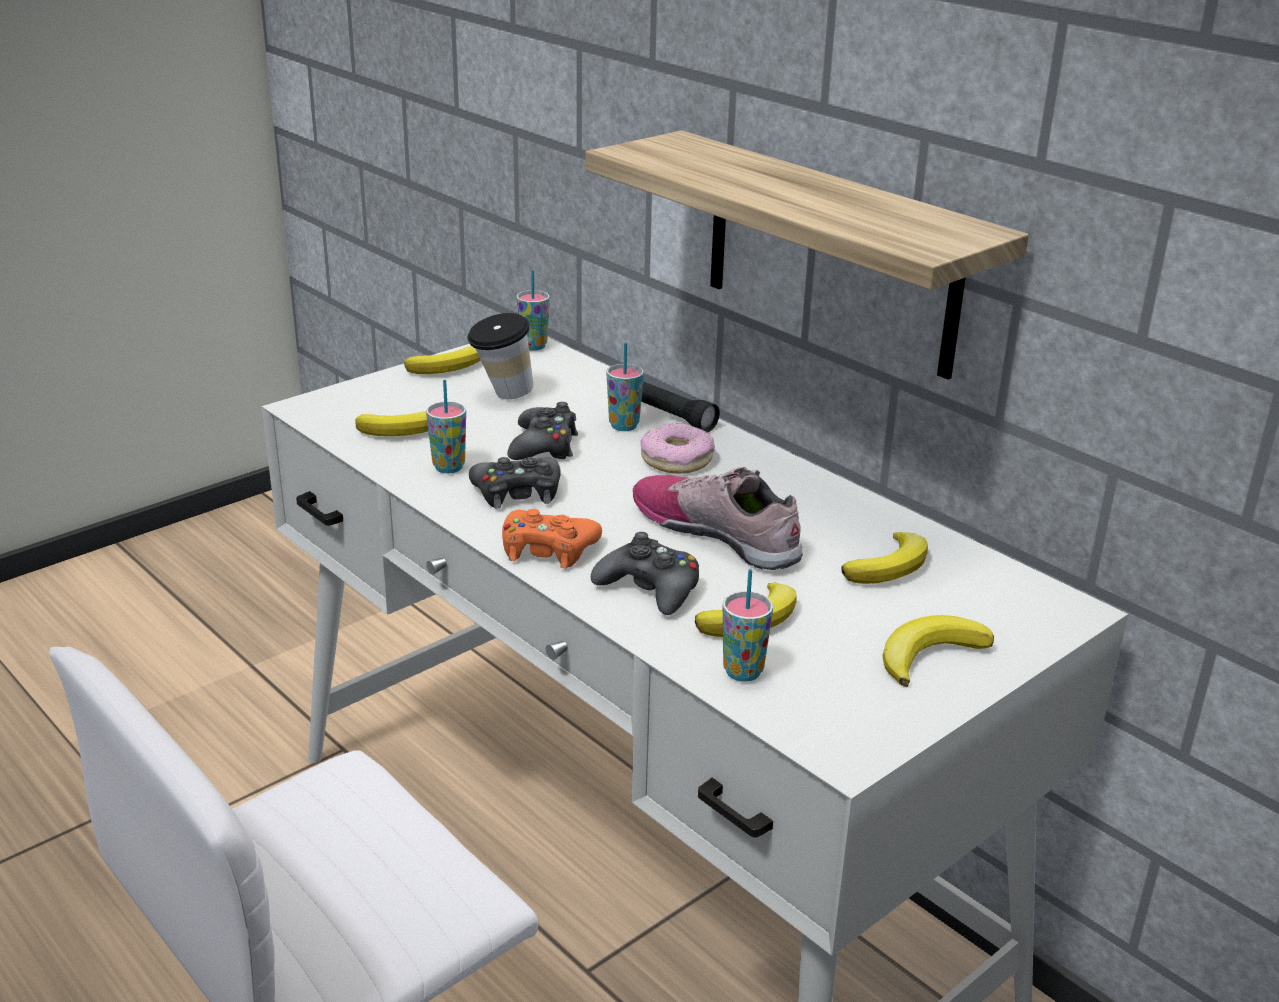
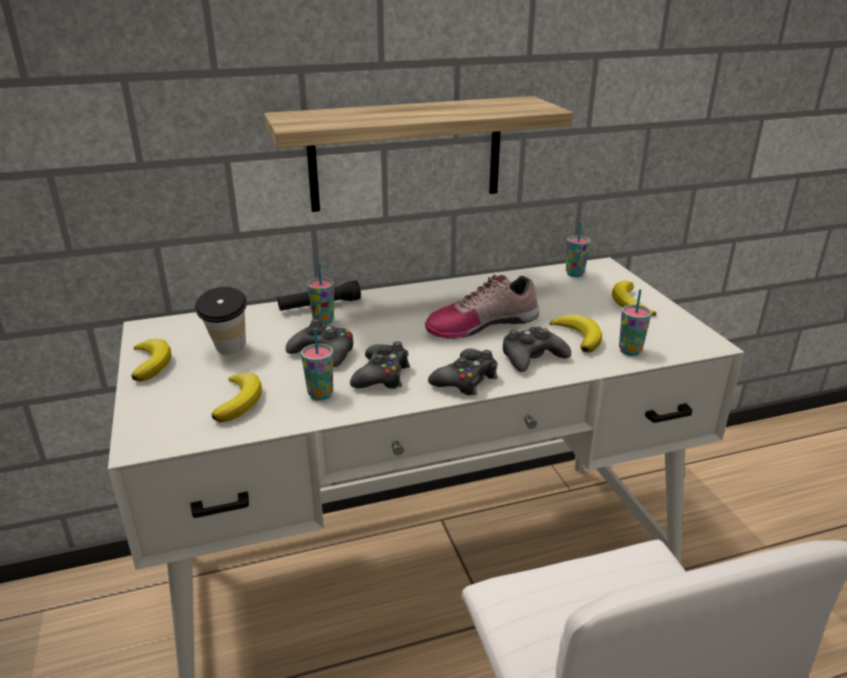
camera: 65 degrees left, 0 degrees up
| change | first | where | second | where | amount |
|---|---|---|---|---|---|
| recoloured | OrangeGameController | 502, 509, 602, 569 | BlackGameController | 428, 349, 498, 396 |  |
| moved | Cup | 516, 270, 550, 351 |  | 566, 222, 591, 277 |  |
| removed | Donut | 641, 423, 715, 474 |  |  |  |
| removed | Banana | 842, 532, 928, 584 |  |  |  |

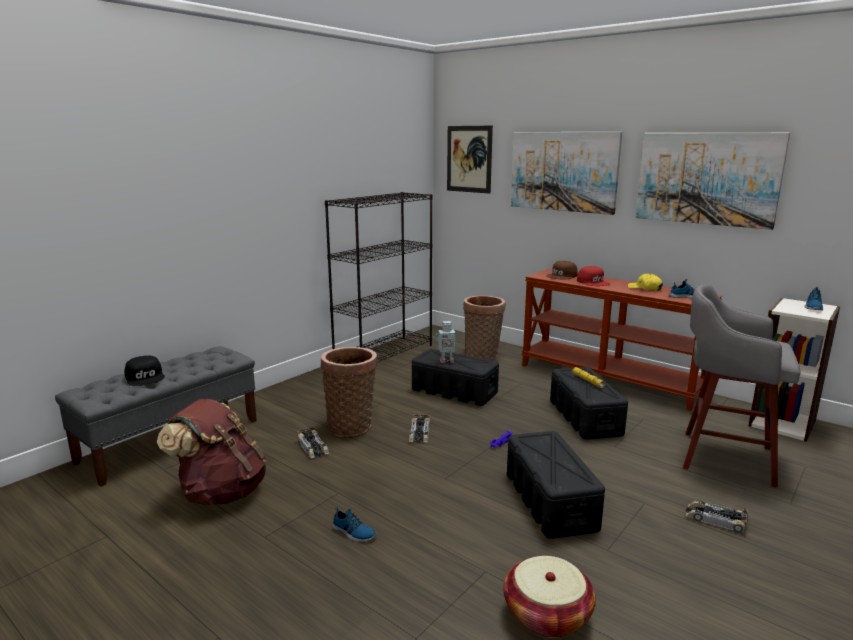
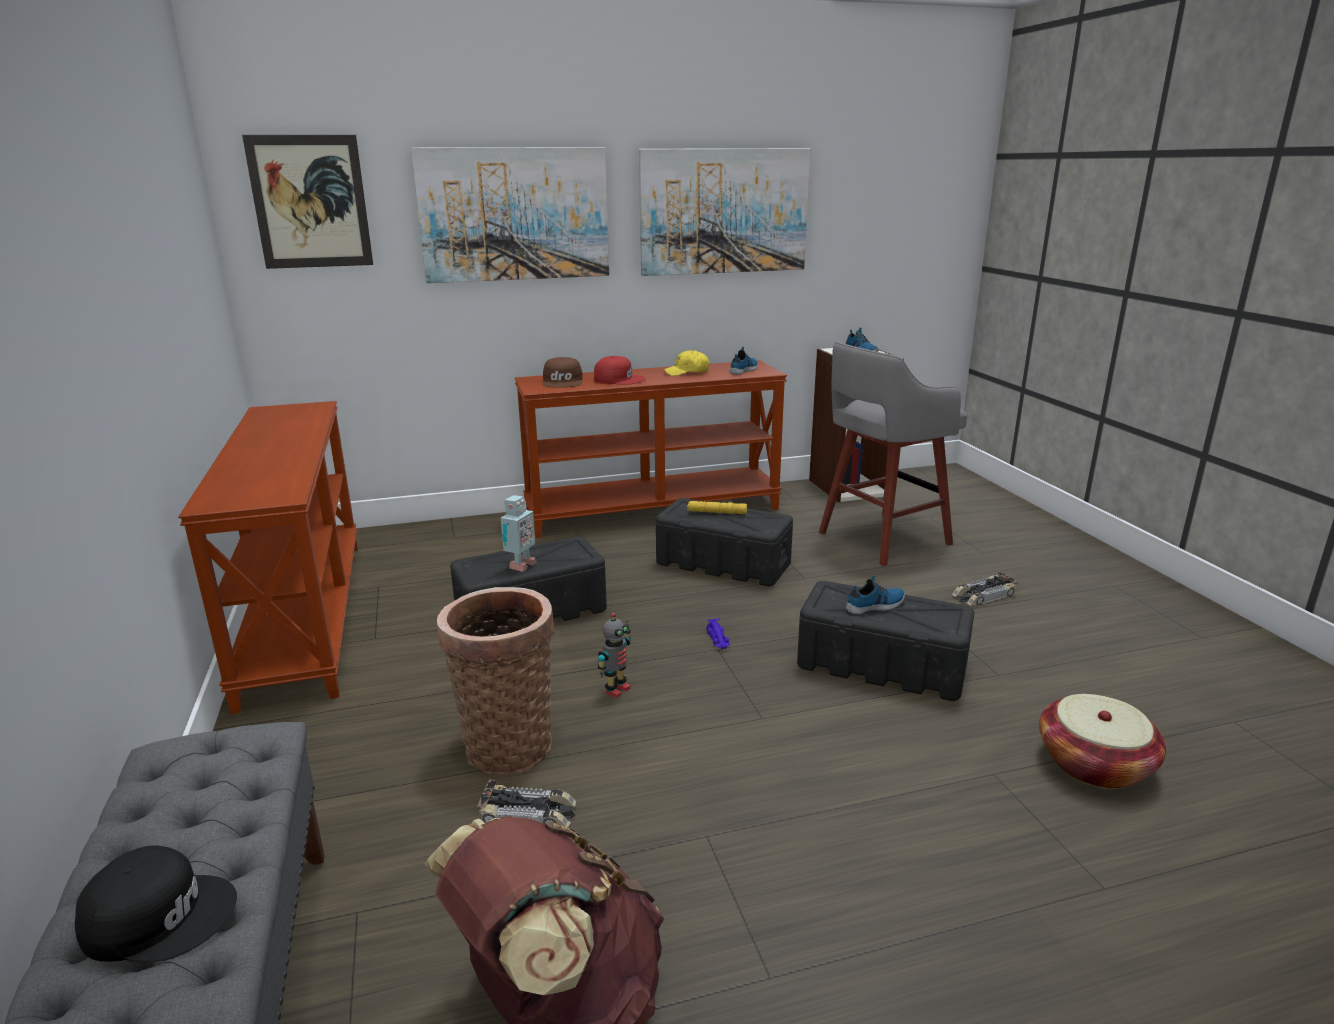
camera: 55 degrees left, 5 degrees up
| change | first | where | second | where | amount |
|---|---|---|---|---|---|
| replaced | BlackBookcase | 325, 192, 433, 362 | BrownConsoleTable | 178, 401, 358, 714 |  |
| moved | Shoe | 332, 507, 377, 542 |  | 846, 575, 905, 614 |  |
| replaced | ToyCar | 409, 415, 430, 444 | ToyRobot | 598, 613, 631, 698 |  |
| removed | Basket | 463, 295, 506, 359 |  |  |  |

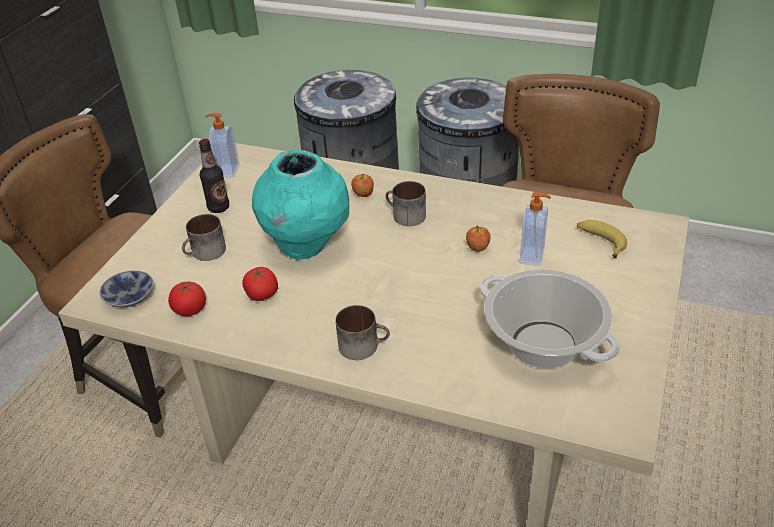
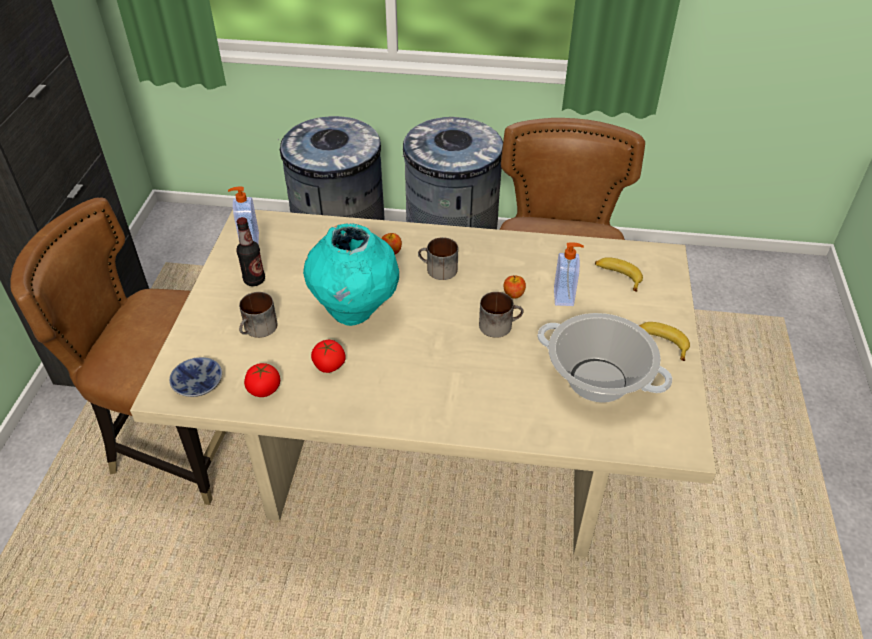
camera: 15 degrees left, 5 degrees up
| change | first | where | second | where | amount |
|---|---|---|---|---|---|
| moved | Mug | 335, 305, 390, 360 |  | 479, 292, 524, 338 |  |
| added |  |  | Banana | 639, 322, 690, 361 |  |

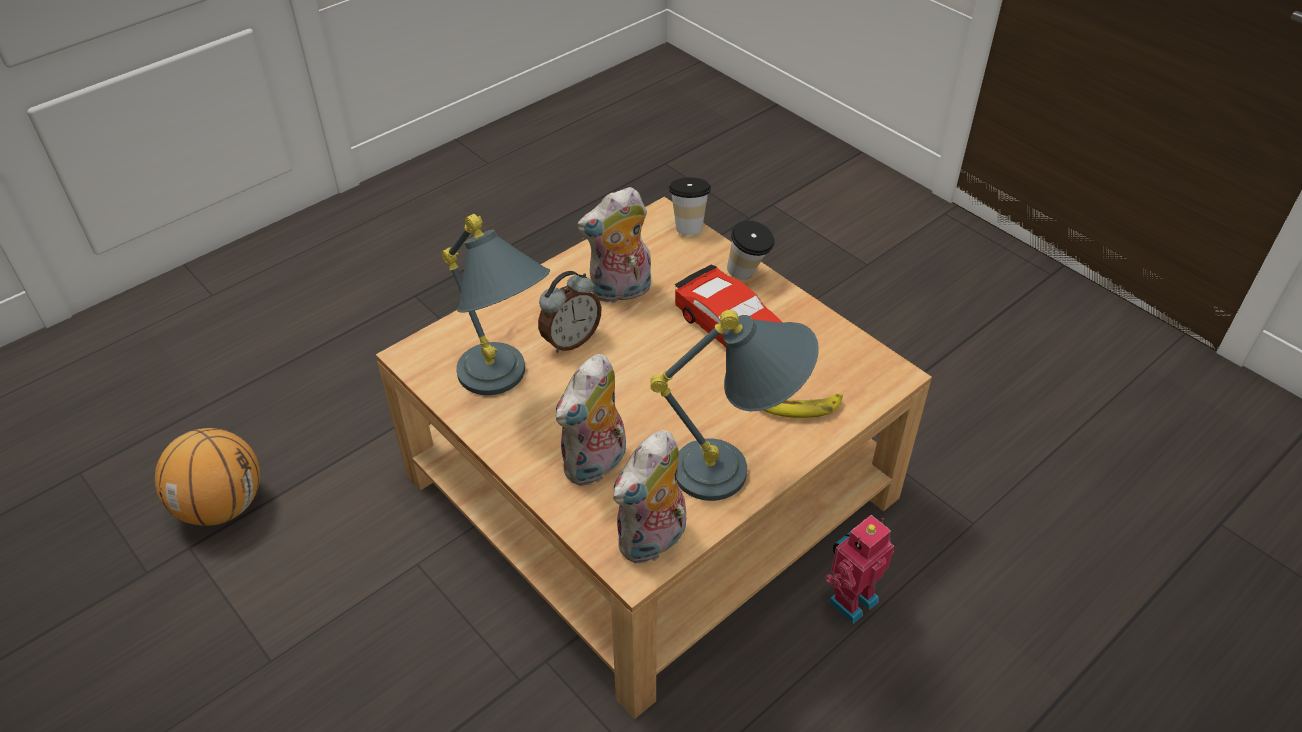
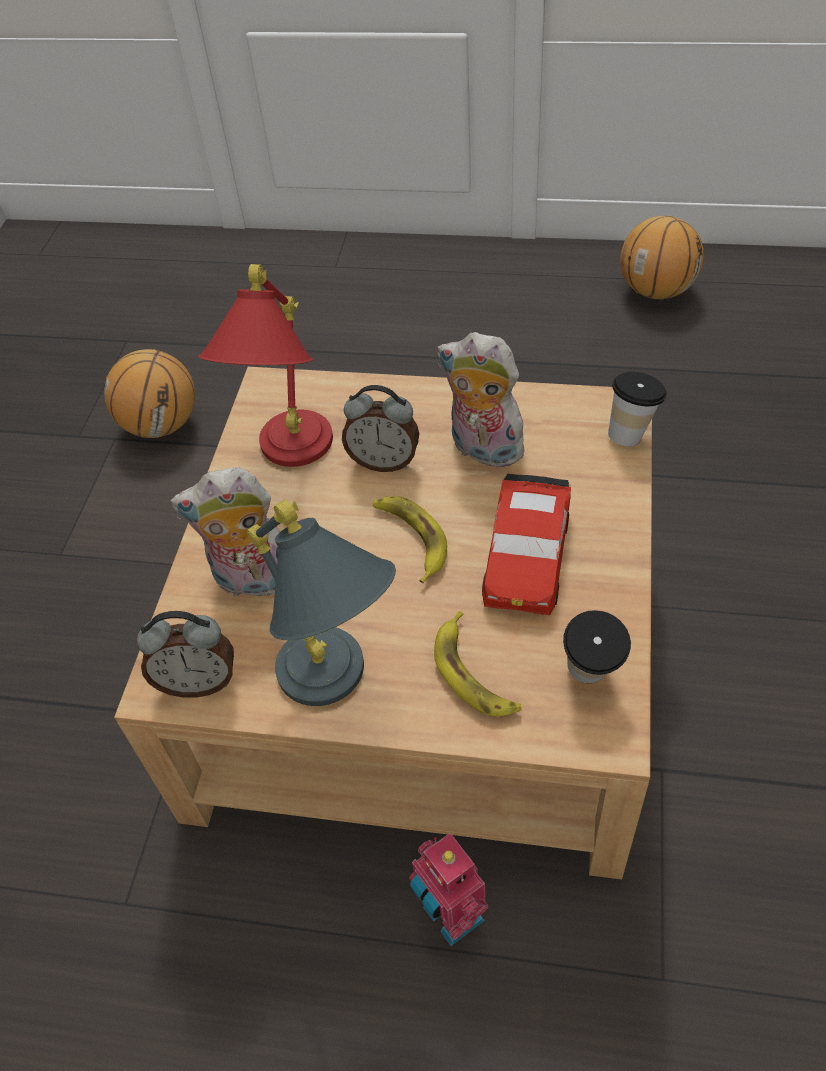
camera: 55 degrees right, 5 degrees up
| change | first | where | second | where | amount |
|---|---|---|---|---|---|
| recoloured | GreyTableLamp | 441, 214, 550, 395 | RedTableLamp | 198, 264, 333, 467 |  |
| replaced | PlushToy | 613, 430, 686, 564 | AlarmClock | 137, 611, 234, 698 |  |
| moved | Cup | 727, 221, 775, 280 |  | 563, 610, 631, 683 |  |
| turned | ToyRobot | 824, 515, 894, 624 |  | 409, 833, 488, 946 | 135 degrees counterclockwise |
| added |  |  | Banana | 373, 496, 447, 583 |  |
| added |  |  | Basketball | 620, 216, 704, 299 |  |

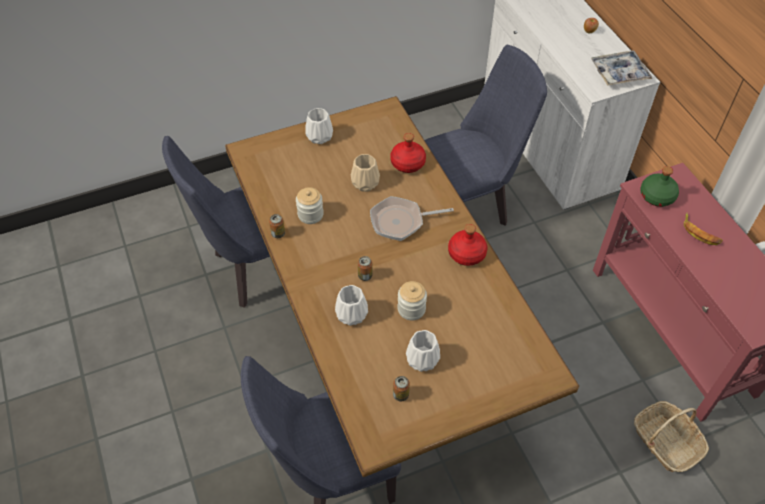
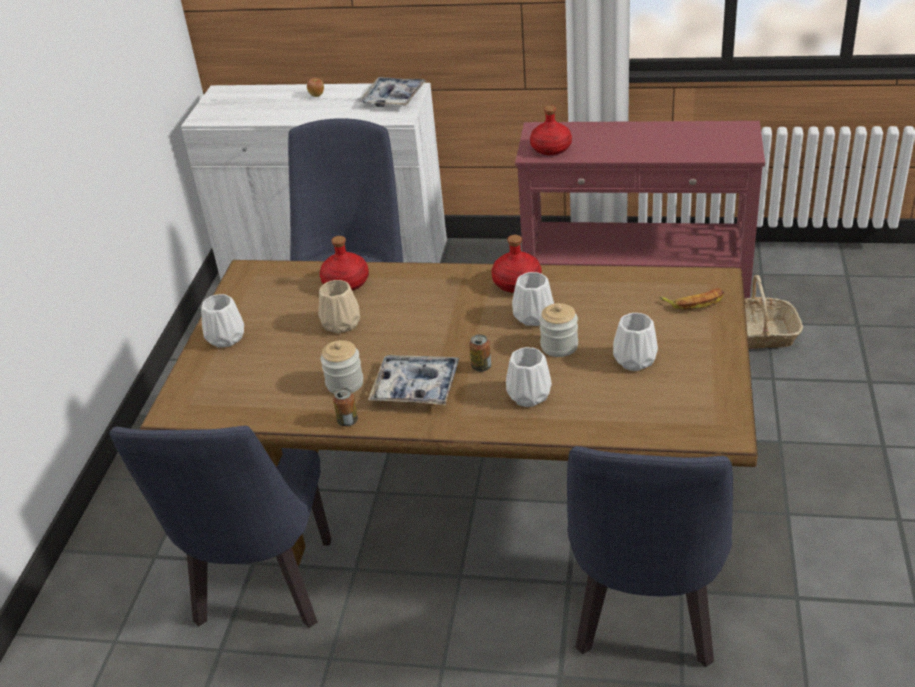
camera: 55 degrees left, 15 degrees down
| change | first | where | second | where | amount |
|---|---|---|---|---|---|
| removed | FryingPan | 370, 196, 454, 241 |  |  |  |
| removed | Can | 393, 376, 410, 401 |  |  |  |
| recoloured | GreenBottle | 640, 166, 679, 207 | RedBottle | 530, 106, 572, 155 |  |
| moved | Banana | 684, 212, 723, 245 |  | 659, 288, 725, 310 |  |
| added |  |  | Tray | 368, 355, 459, 405 |  |
| added |  |  | WhiteVase | 512, 272, 554, 326 |  |

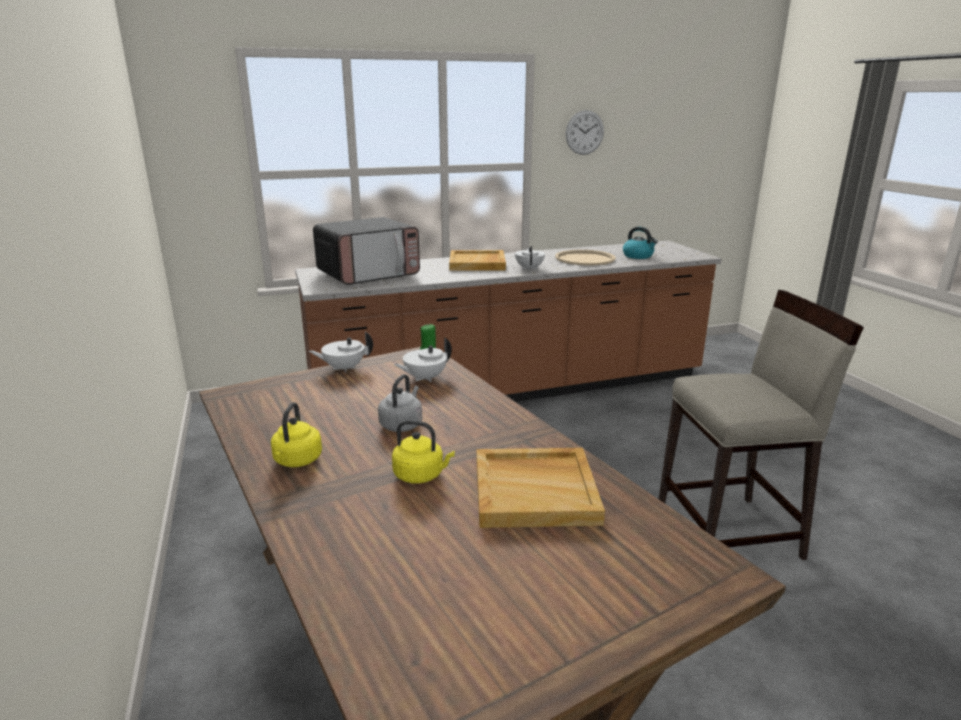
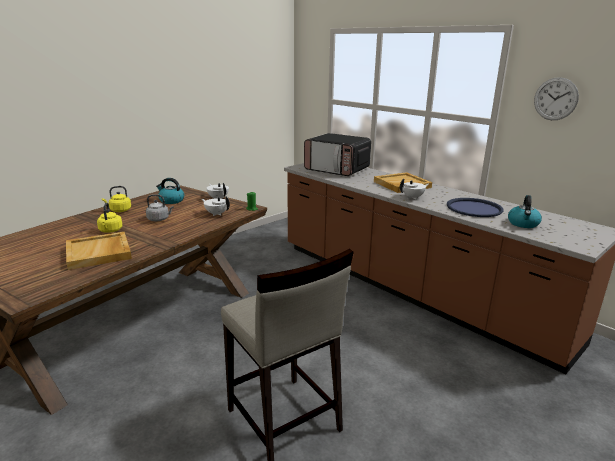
camera: 65 degrees right, 0 degrees up
| change | first | where | second | where | amount |
|---|---|---|---|---|---|
| recoloured | BeigeTray | 555, 250, 616, 265 | BlueTray | 447, 198, 504, 217 |  |
| added |  |  | Kettle | 156, 178, 184, 204 |  |

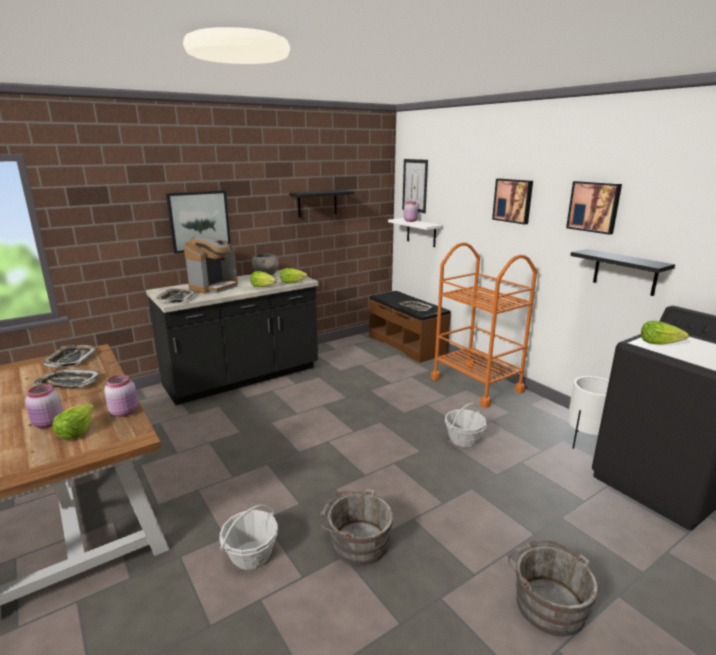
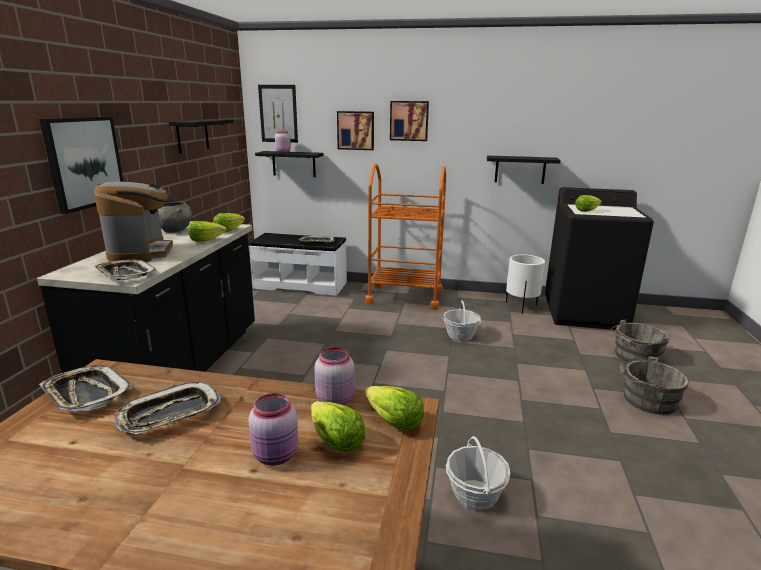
camera: 45 degrees left, 0 degrees up
| change | first | where | second | where | amount |
|---|---|---|---|---|---|
| moved | GreyBucket | 320, 488, 394, 566 |  | 611, 320, 670, 363 |  |
| recoloured | BrownBench | 369, 291, 451, 363 | WhiteBench | 249, 233, 347, 296 |  |
| recoloured | WhiteShelf | 388, 218, 442, 247 | BlackShelf | 255, 151, 324, 177 |  |
| moved | Picture | 566, 181, 622, 235 |  | 337, 111, 374, 150 |  |
| added |  |  | Lettuce | 365, 386, 424, 431 |  |

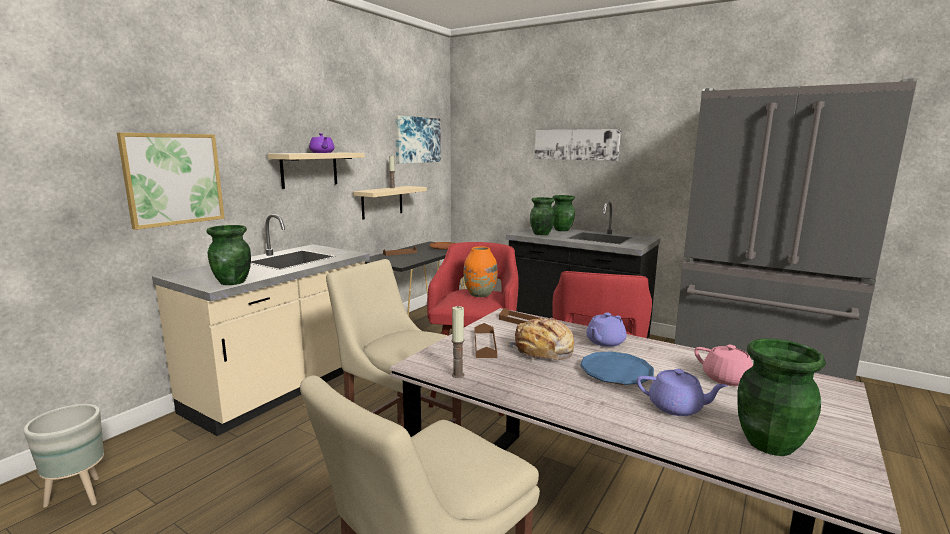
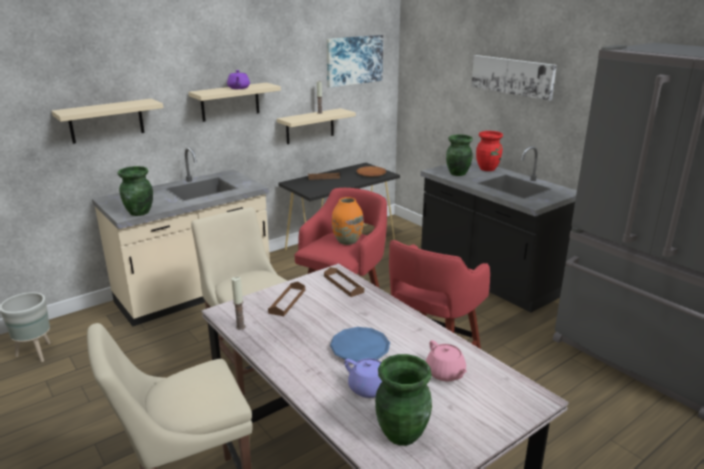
camera: 20 degrees right, 10 degrees up
| change | first | where | second | where | amount |
|---|---|---|---|---|---|
| replaced | Picture | 117, 133, 225, 230 | BeigeShelf | 52, 99, 163, 144 |  |
| removed | Bread | 506, 317, 574, 360 |  |  |  |
| recoloured | GreenVase | 552, 195, 575, 231 | RedVase | 476, 131, 503, 171 |  |
| removed | PurpleTeapot | 586, 312, 627, 347 |  |  |  |

